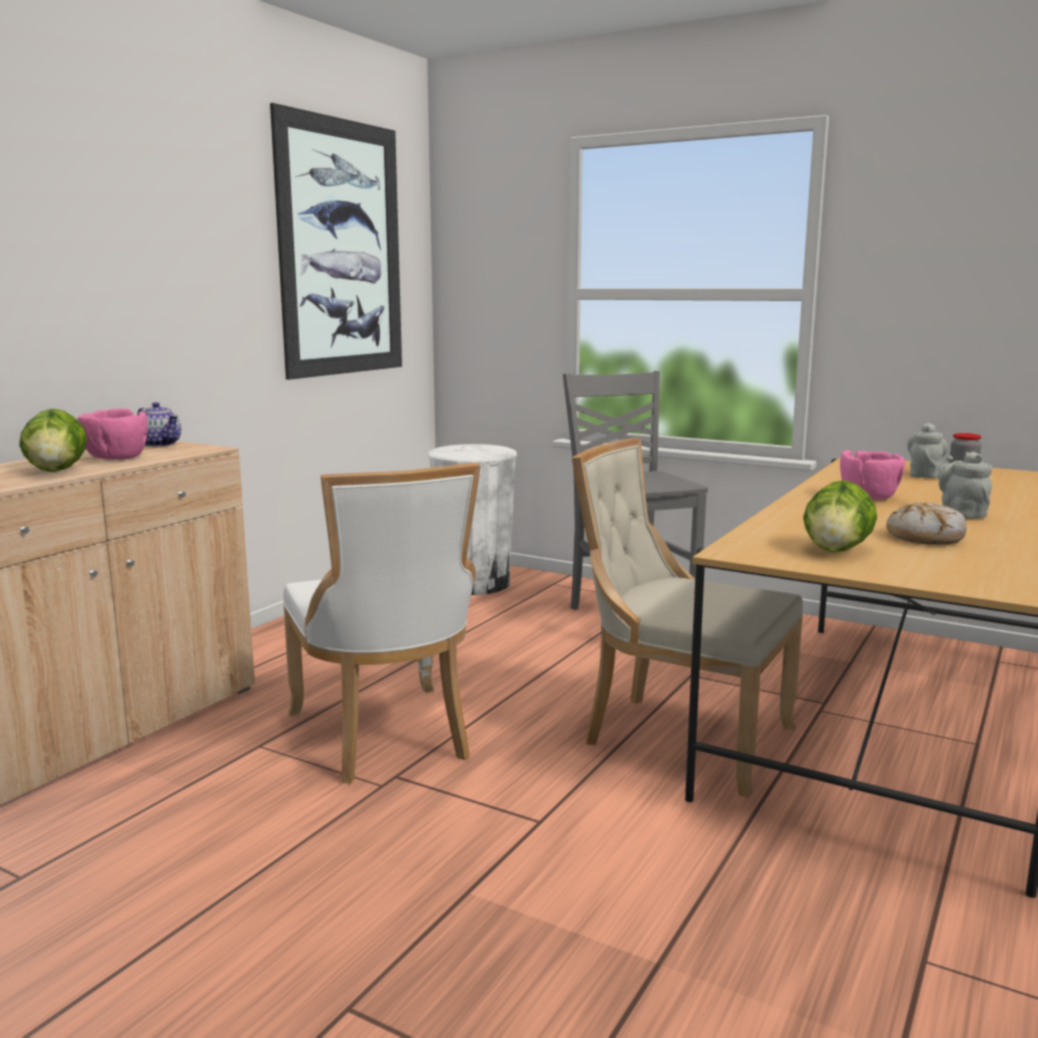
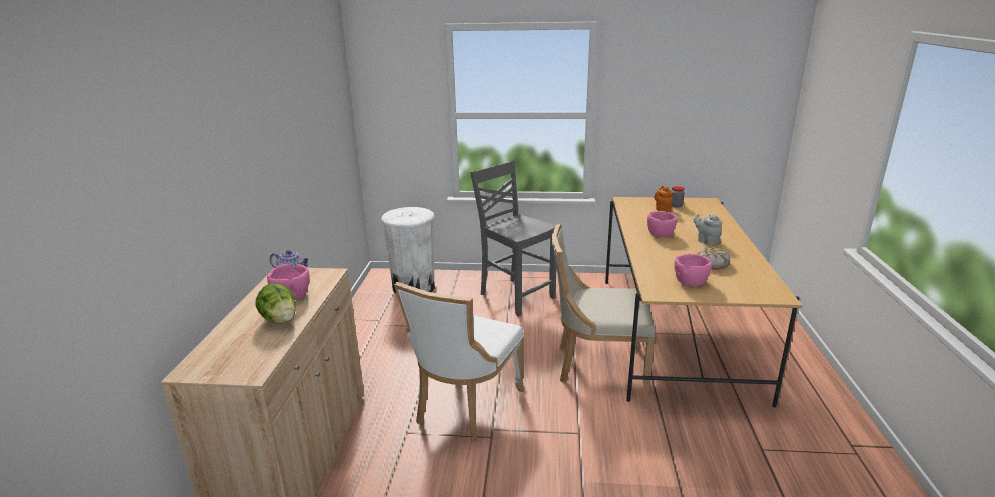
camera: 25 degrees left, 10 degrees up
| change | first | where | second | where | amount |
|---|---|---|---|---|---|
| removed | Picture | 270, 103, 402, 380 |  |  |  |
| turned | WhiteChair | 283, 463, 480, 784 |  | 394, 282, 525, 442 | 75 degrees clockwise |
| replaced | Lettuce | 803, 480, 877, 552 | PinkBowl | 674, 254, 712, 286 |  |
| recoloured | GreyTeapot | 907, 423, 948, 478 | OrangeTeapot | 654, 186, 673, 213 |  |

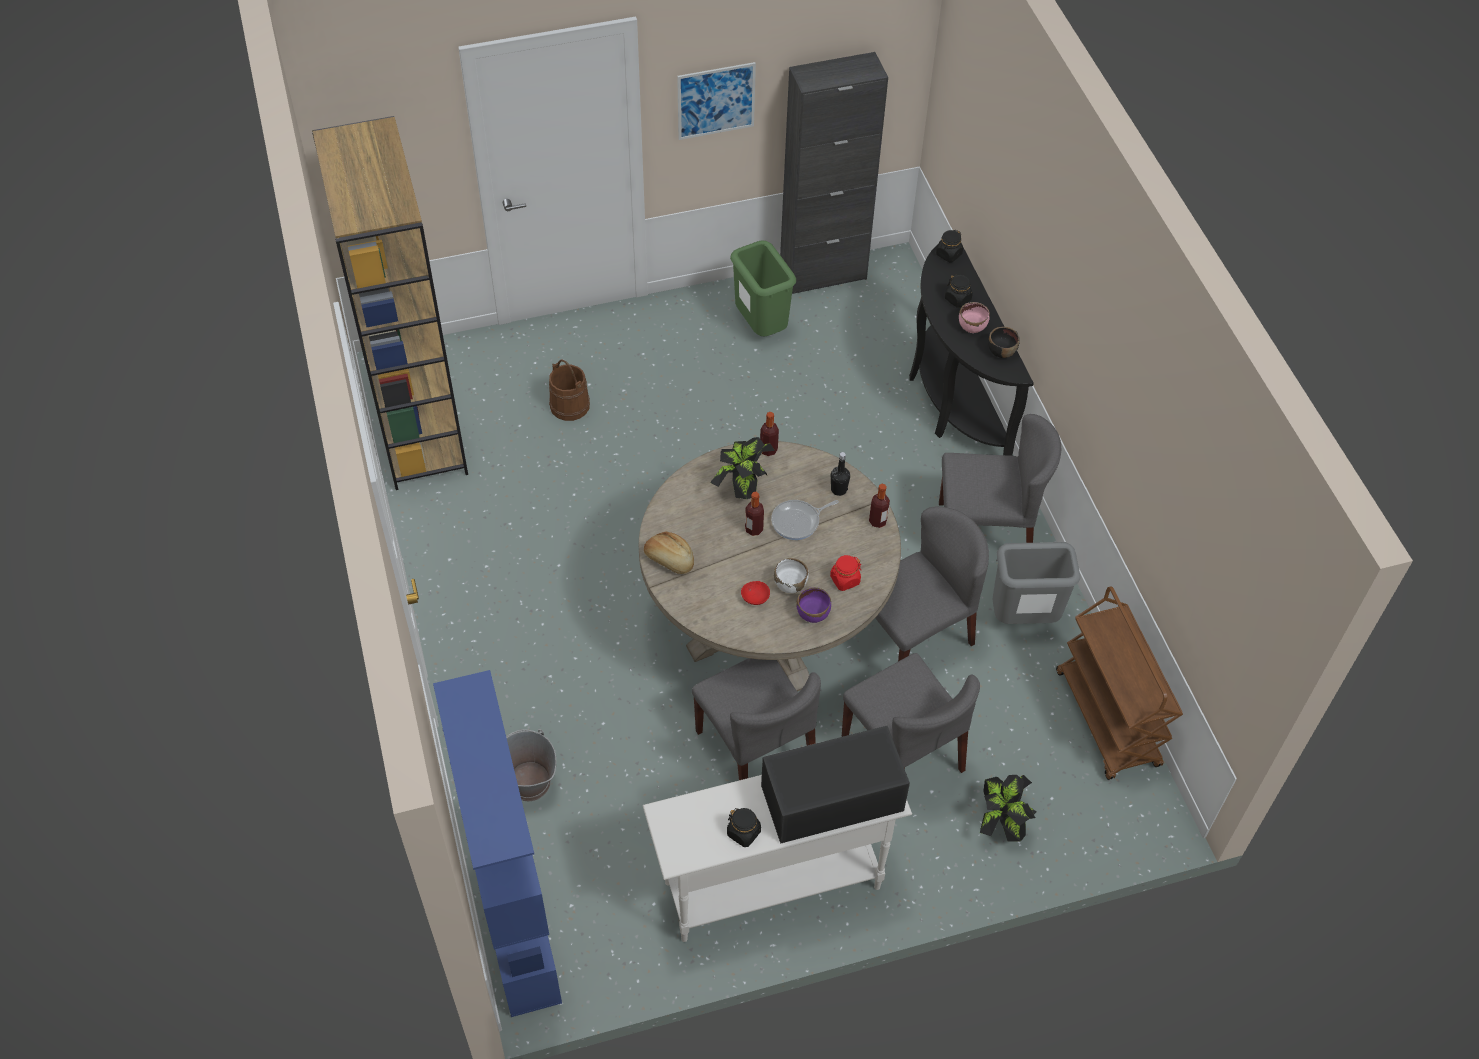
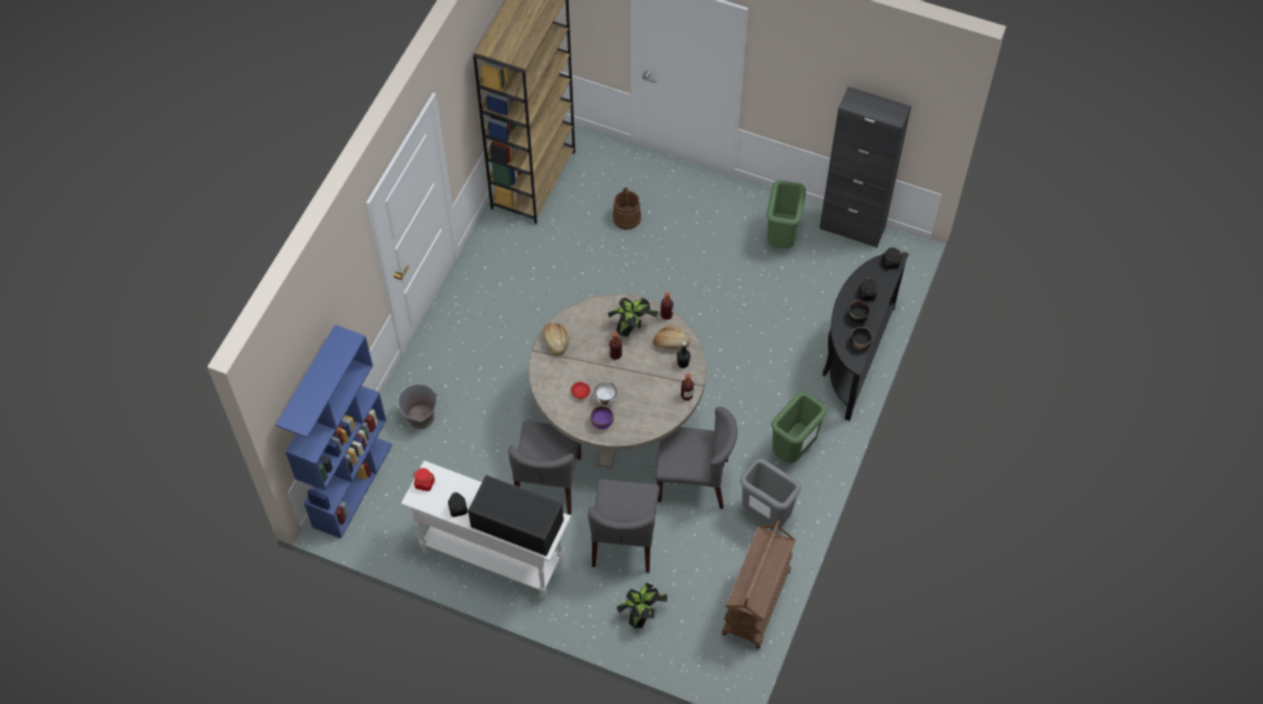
camera: 40 degrees right, 5 degrees up
| change | first | where | second | where | amount |
|---|---|---|---|---|---|
| removed | Picture | 677, 62, 756, 140 |  |  |  |
| removed | FryingPan | 771, 500, 839, 540 |  |  |  |
| moved | RedJar | 830, 555, 861, 591 |  | 412, 468, 435, 491 |  |
| replaced | GreyChair | 939, 414, 1061, 543 | GreenTrashCan | 771, 392, 827, 463 |  |
| recoloured | PinkBowl | 959, 302, 990, 333 | BlackBowl | 848, 300, 871, 323 |  |
| added |  |  | Bread | 653, 326, 690, 349 |  |

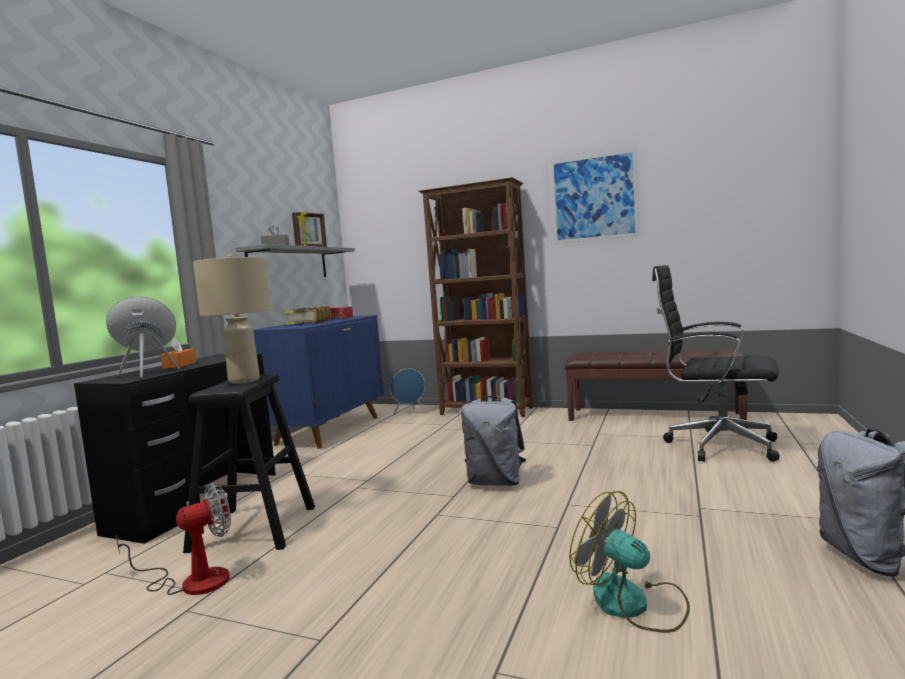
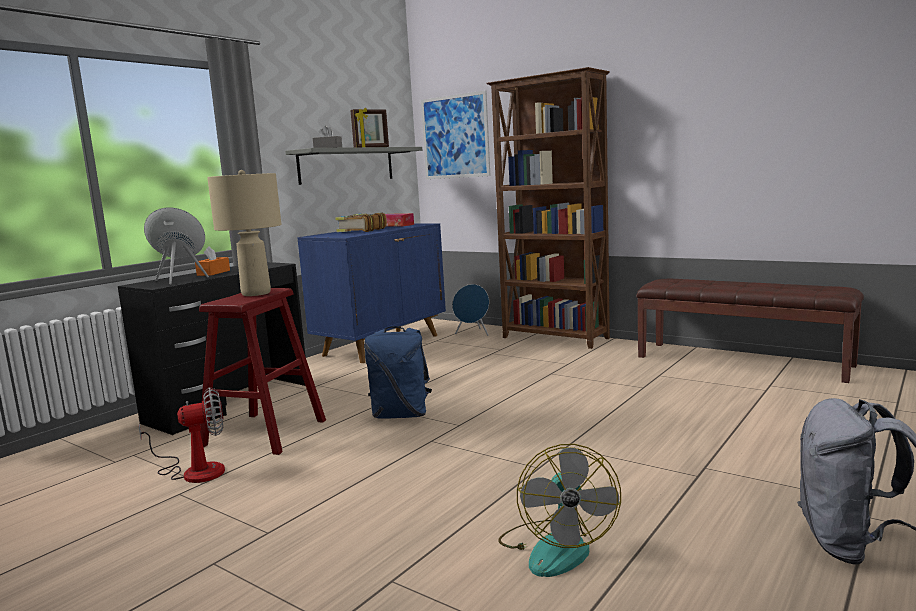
camera: 15 degrees right, 5 degrees up
| change | first | where | second | where | amount |
|---|---|---|---|---|---|
| recoloured | BlackStool | 183, 374, 315, 553 | RedStool | 199, 288, 326, 455 |  |
| removed | GreyBackpack | 461, 396, 526, 486 |  |  |  |
| moved | Picture | 550, 149, 639, 244 |  | 421, 90, 490, 179 |  |
| turned | Fan | 569, 491, 690, 633 |  | 498, 444, 621, 577 | 150 degrees counterclockwise |
| removed | BlackOfficeChair | 652, 265, 780, 462 |  |  |  |
| added |  |  | BlueBackpack | 364, 326, 432, 419 |  |

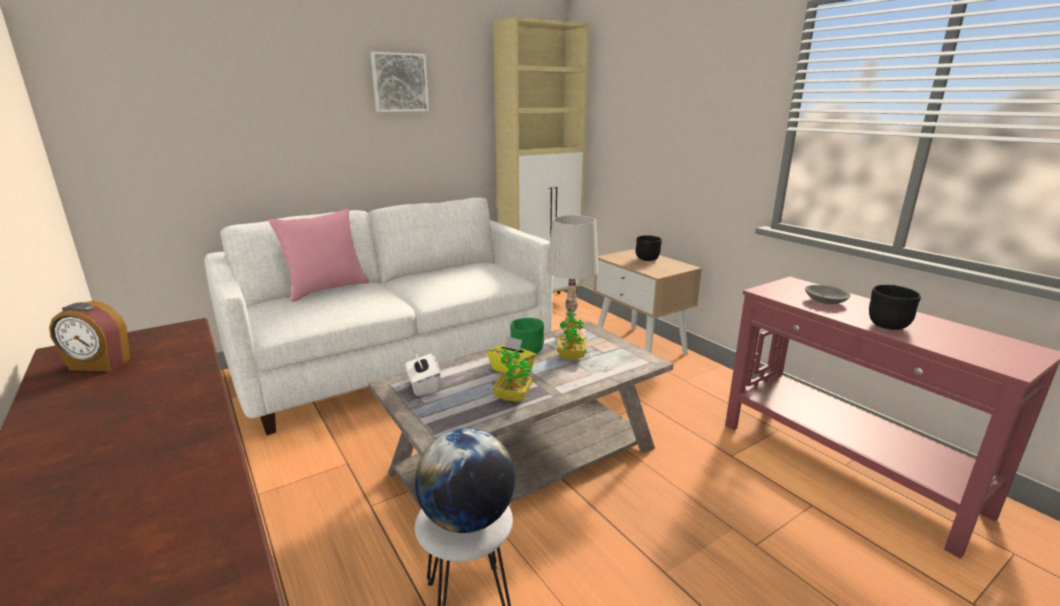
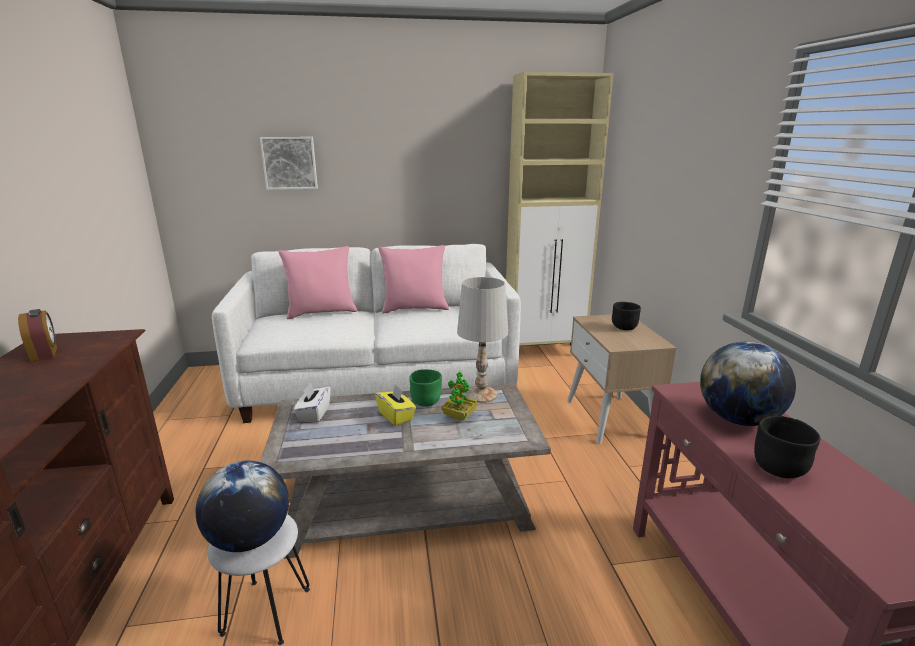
camera: 25 degrees right, 0 degrees up
| change | first | where | second | where | amount |
|---|---|---|---|---|---|
| turned | AlarmClock | 49, 301, 130, 371 |  | 18, 309, 57, 362 | 150 degrees counterclockwise |
| moved | Picture | 370, 52, 429, 112 |  | 260, 137, 318, 190 |  |
| removed | PottedPlant | 492, 349, 532, 402 |  |  |  |
| replaced | GreyBowl | 805, 285, 851, 304 | Globe | 700, 342, 796, 426 |  |
| added |  |  | PinkPillow | 378, 245, 449, 314 |  |

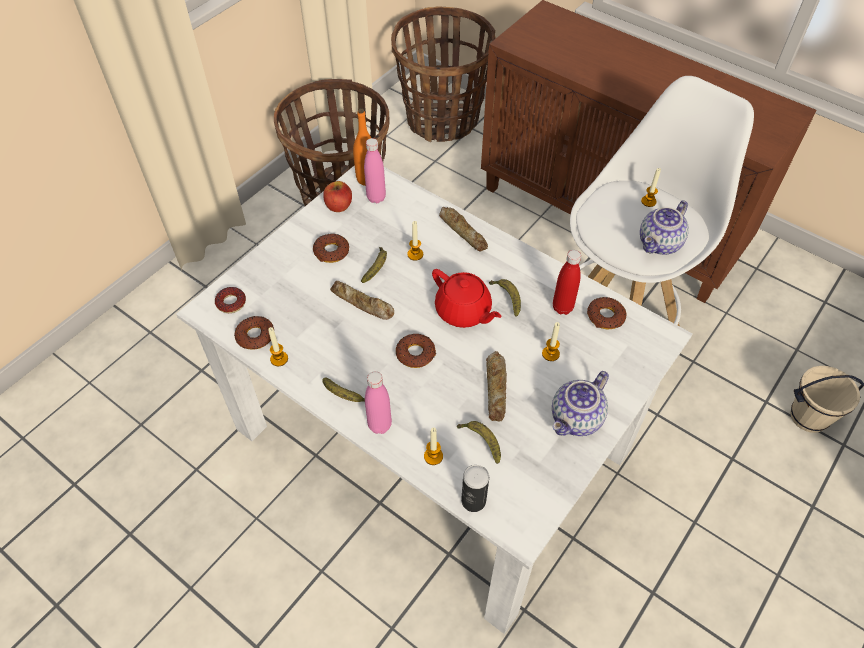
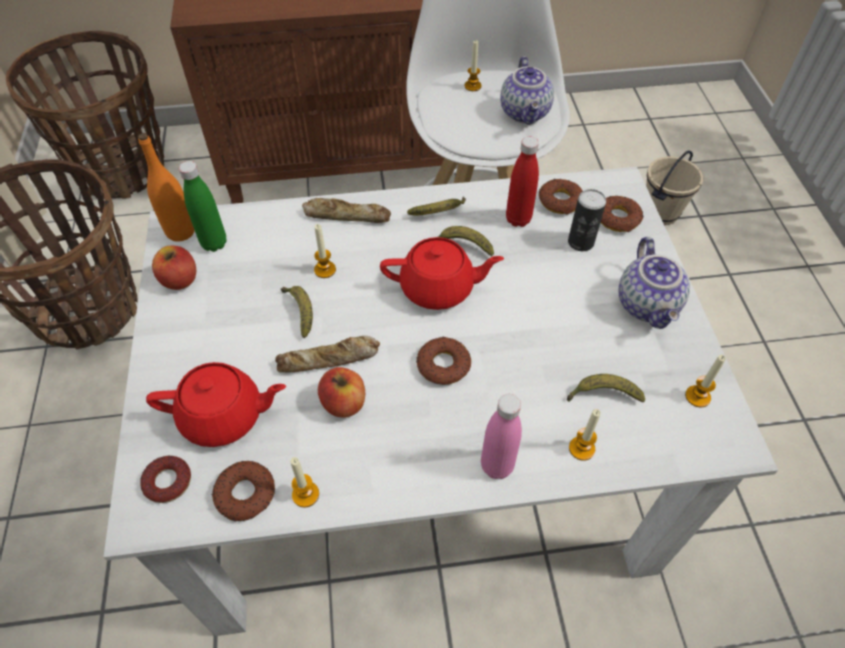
camera: 45 degrees left, 0 degrees up
| change | first | where | second | where | amount |
|---|---|---|---|---|---|
| moved | Donut | 313, 234, 349, 263 |  | 600, 196, 643, 232 |  |
| moved | Banana | 322, 378, 365, 402 |  | 407, 197, 466, 216 |  |
| recoloured | PinkBottle | 364, 138, 386, 203 | GreenBottle | 179, 161, 226, 252 |  |
| moved | Can | 461, 465, 489, 512 |  | 568, 189, 606, 251 |  |
| removed | Bread | 486, 351, 507, 422 |  |  |  |
| moved | Candle | 542, 322, 560, 361 |  | 685, 355, 726, 408 |  |
| added |  |  | RedTeapot | 146, 362, 286, 447 |  |
| added |  |  | Apple | 318, 367, 365, 418 |  |

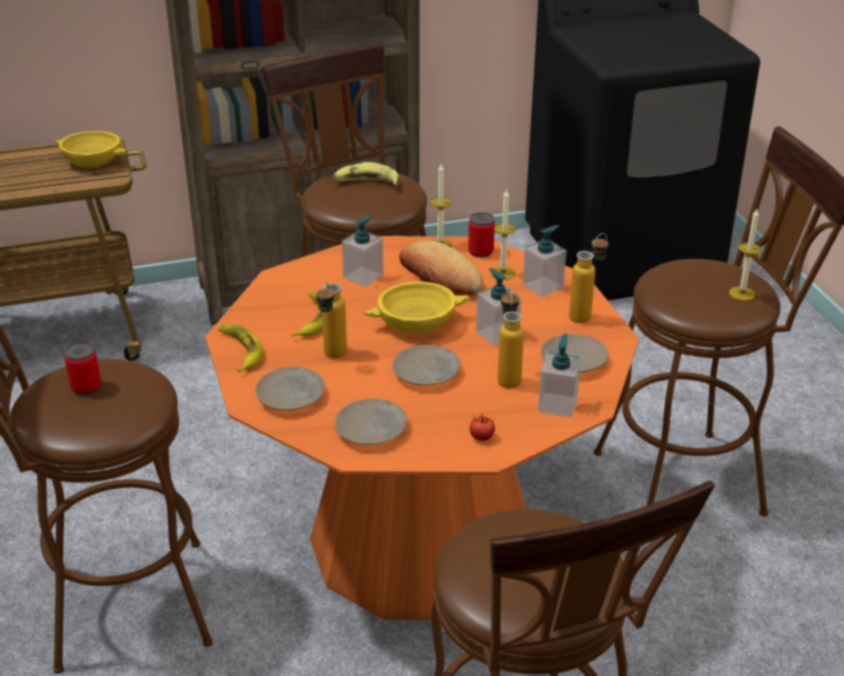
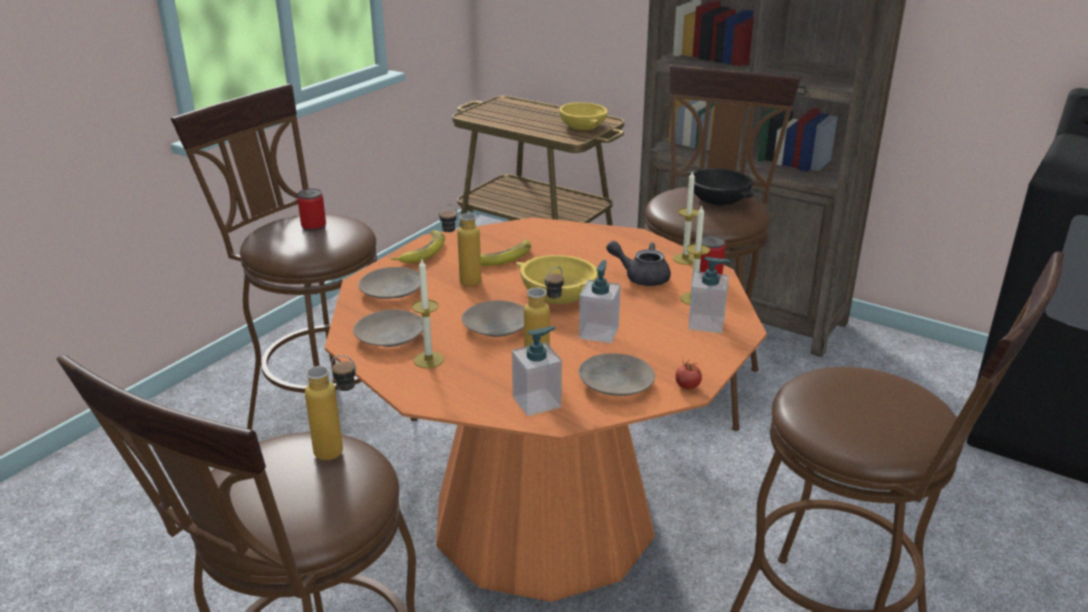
camera: 50 degrees right, 5 degrees down
| change | first | where | second | where | amount |
|---|---|---|---|---|---|
| replaced | Banana | 334, 162, 399, 186 | BlackBowl | 688, 168, 755, 205 |  |
| removed | SoapDispenser | 342, 214, 384, 287 |  |  |  |
| replaced | Bread | 399, 240, 483, 295 | GreyTeapot | 606, 241, 671, 286 |  |
| moved | Tomato | 470, 414, 495, 441 |  | 675, 357, 702, 390 |  |
| moved | Bottle | 569, 233, 608, 323 |  | 305, 355, 356, 460 |  |
| moved | Candle | 729, 209, 761, 301 |  | 412, 259, 444, 368 |  |

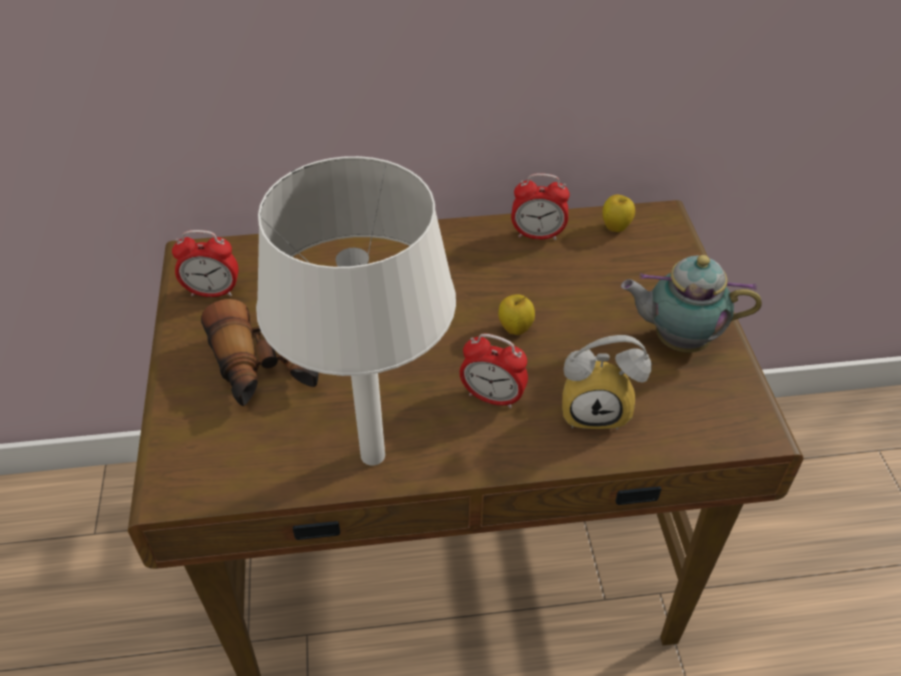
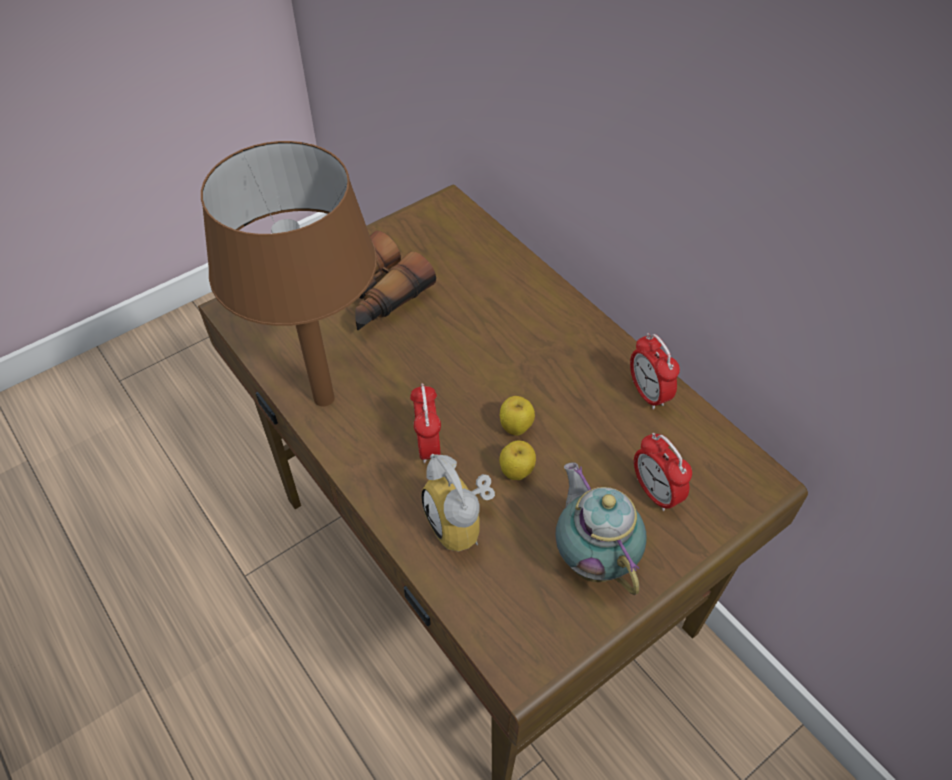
camera: 60 degrees right, 5 degrees up
| change | first | where | second | where | amount |
|---|---|---|---|---|---|
| moved | AlarmClock | 172, 230, 239, 297 |  | 634, 433, 692, 511 |  |
| recoloured | WhiteTableLamp | 256, 156, 456, 466 | BrownTableLamp | 201, 141, 377, 407 |  |
| moved | Apple | 602, 194, 635, 232 |  | 499, 440, 536, 480 |  |

